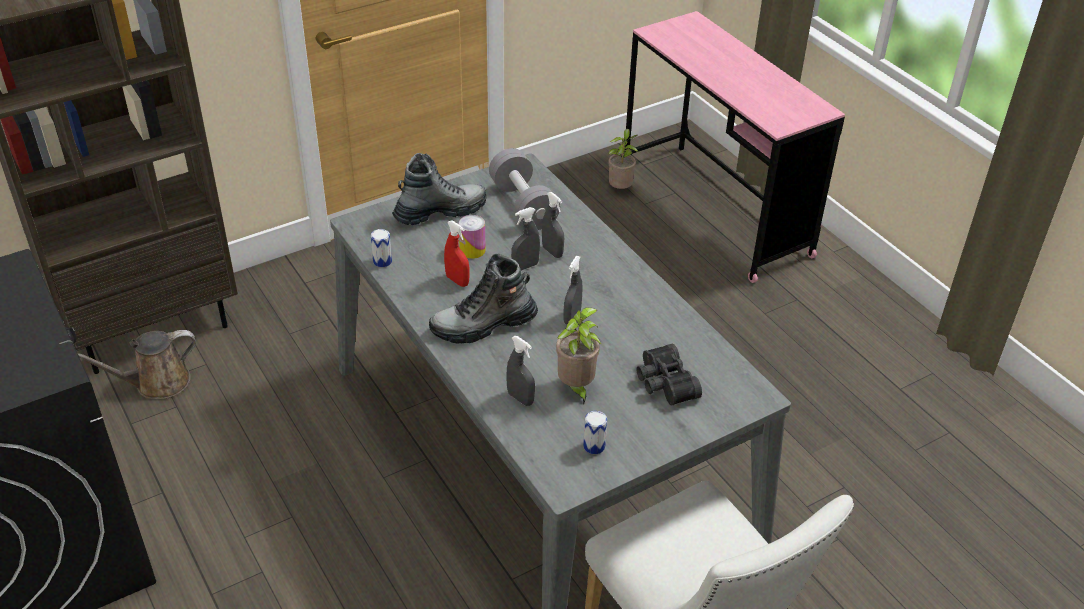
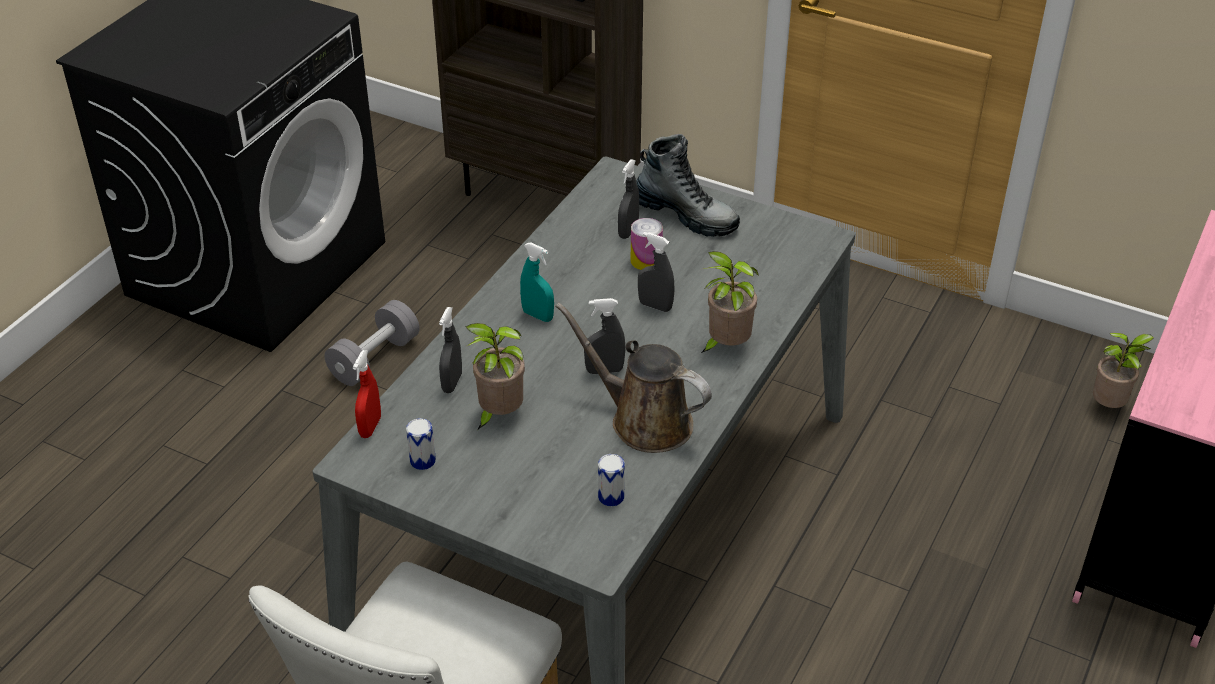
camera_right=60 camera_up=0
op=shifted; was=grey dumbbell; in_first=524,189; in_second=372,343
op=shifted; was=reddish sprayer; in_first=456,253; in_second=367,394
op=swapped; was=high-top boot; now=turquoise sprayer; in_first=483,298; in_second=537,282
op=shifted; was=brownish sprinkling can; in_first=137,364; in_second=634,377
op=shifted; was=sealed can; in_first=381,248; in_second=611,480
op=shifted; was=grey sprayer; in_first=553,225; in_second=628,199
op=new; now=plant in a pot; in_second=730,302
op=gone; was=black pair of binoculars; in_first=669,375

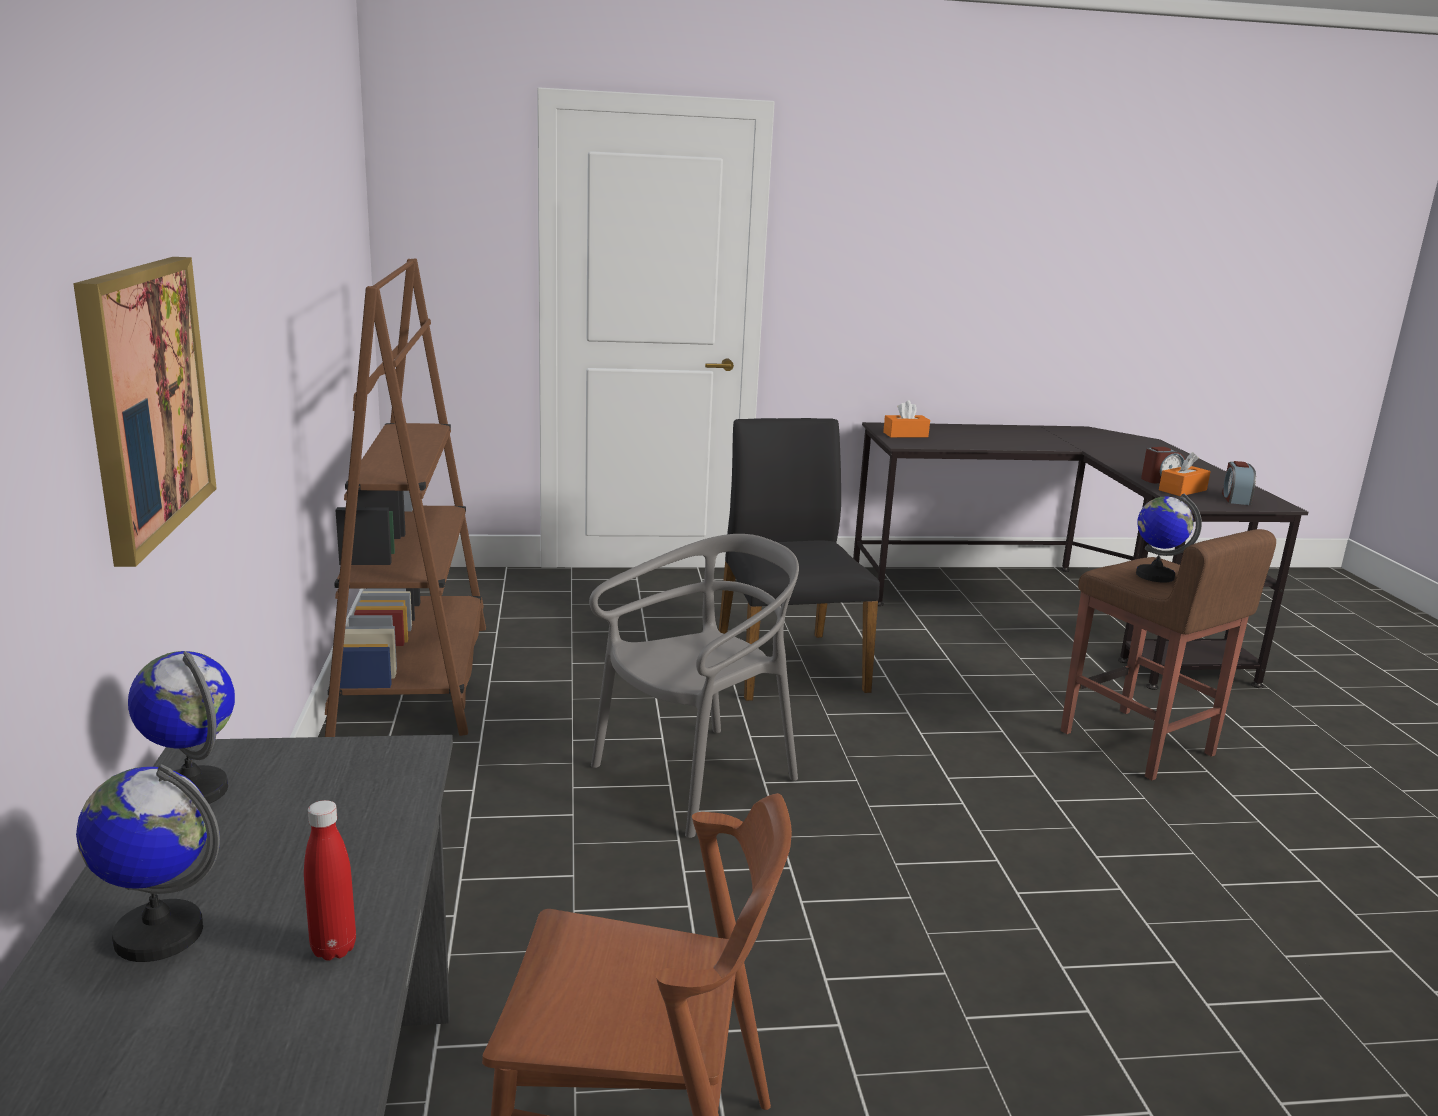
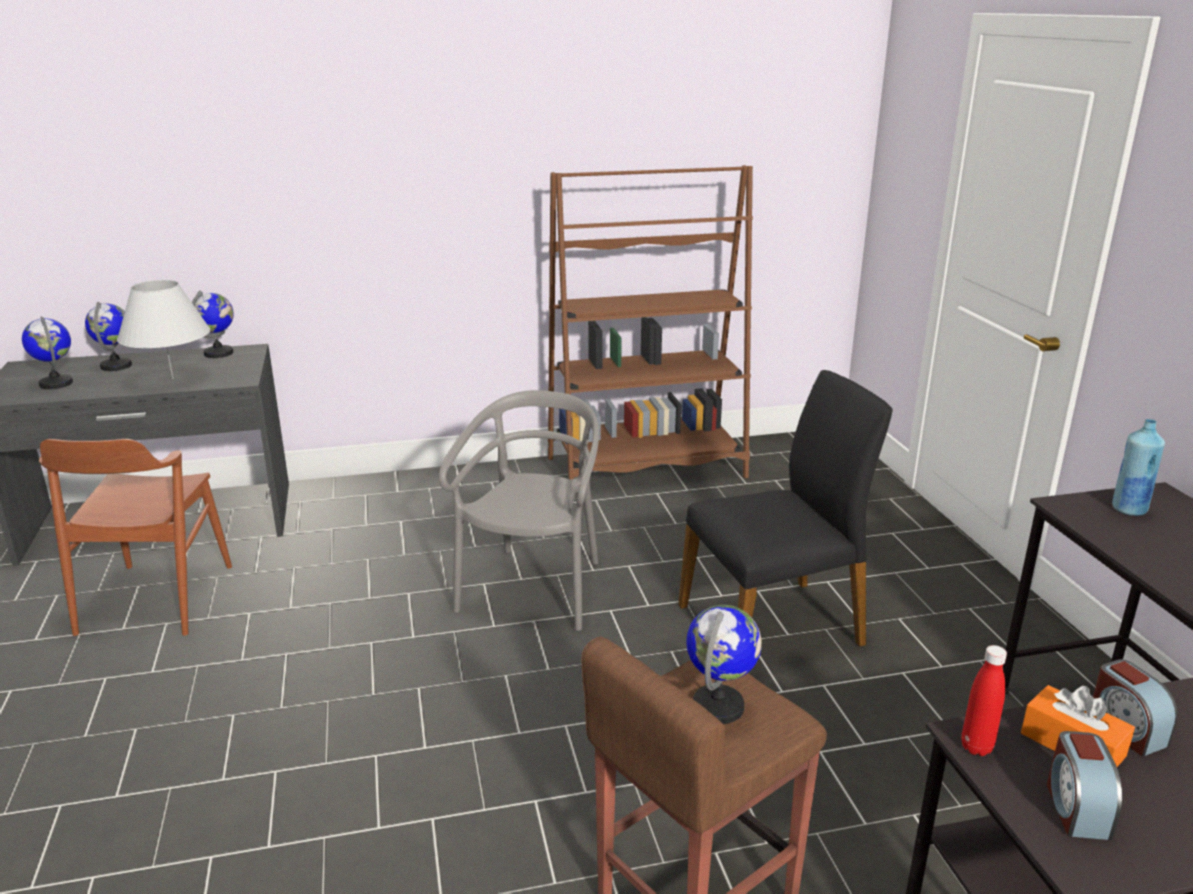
camera_right=85 camera_up=5
op=new; now=world globe; in_second=47,352
op=new; now=white-coloured lamp for a table; in_second=163,329
op=rotated; was=grey chair; in_first=694,686; in_second=519,510; clockwise=-120
op=shifted; was=reddish drink bottle; in_first=330,880; in_second=984,700
op=rotated; was=bedside clock; in_first=1239,483; in_second=1084,785; clockwise=-90
op=swapped; was=orange tissue holder; now=blue drink bottle; in_first=906,418; in_second=1138,467
op=gone; was=wall art; in_first=145,412

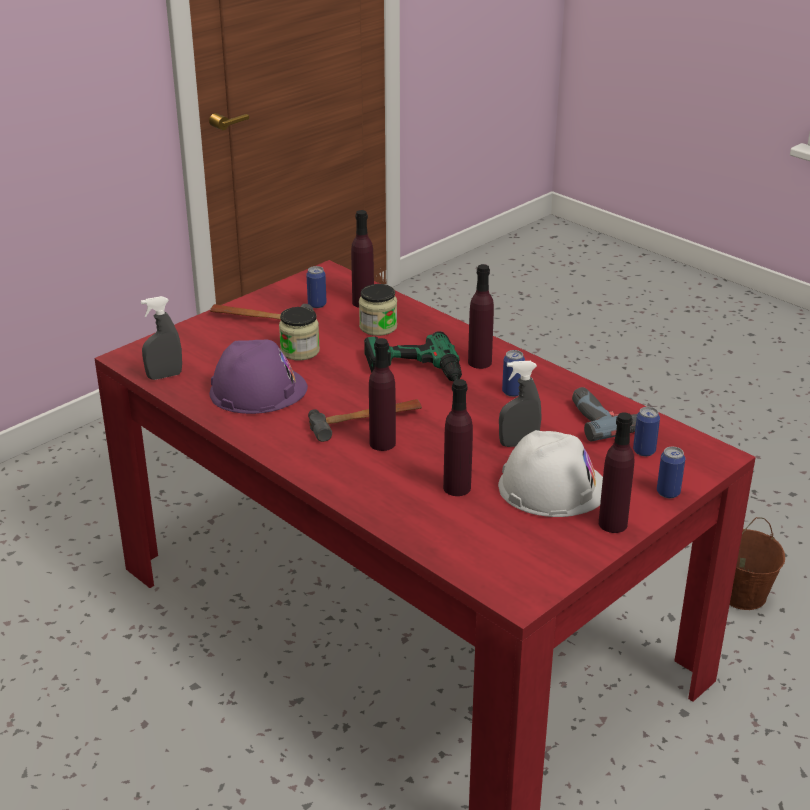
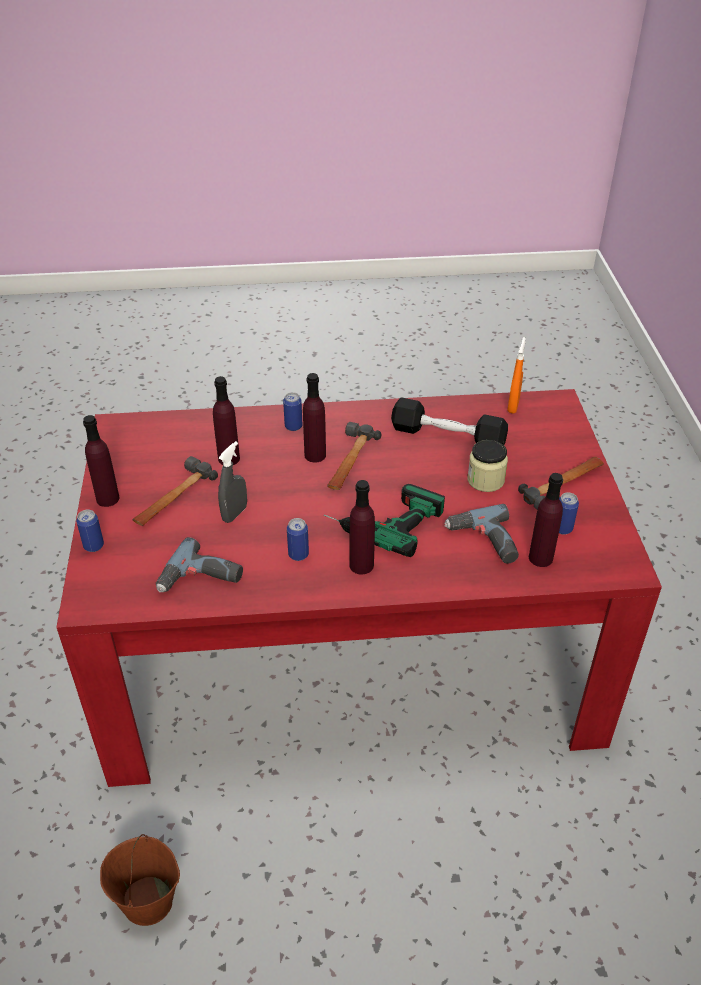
camera_right=130 camera_up=10
op=swapped; was=white-coloured safety helmet; now=hammer; in_first=550,473; in_second=175,491
op=shifted; was=sealed can; in_first=646,431; in_second=293,411
op=swapped; was=purple safety helmet; now=black dumbbell; in_first=259,376; in_second=449,421
op=swapped; was=preserve jar; now=power drill; in_first=378,310; in_second=481,534
op=repainted; was=grey sprayer; now=orange sprayer; in_first=161,338; in_second=516,375

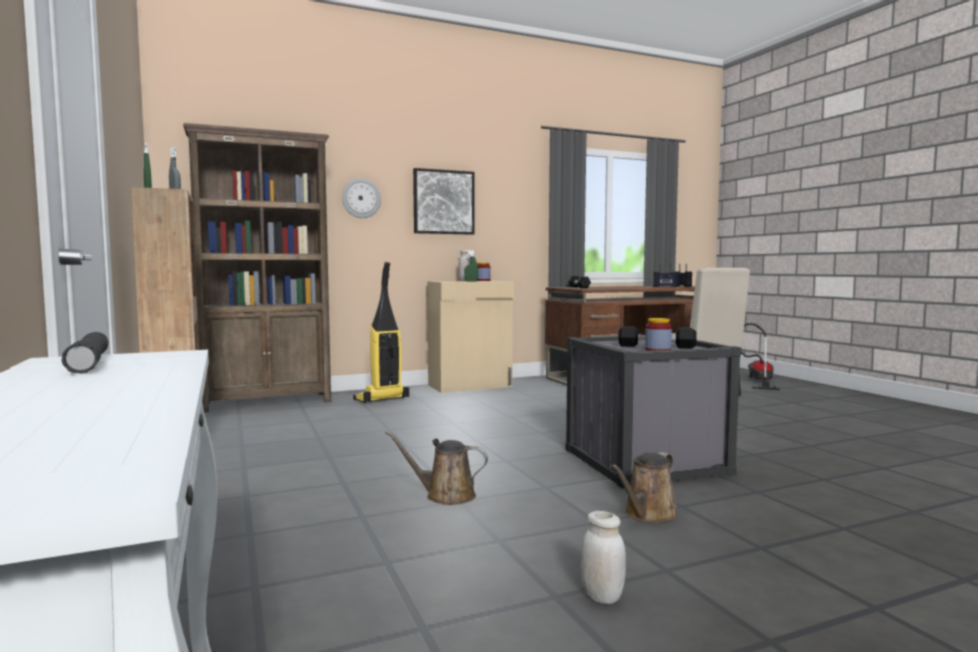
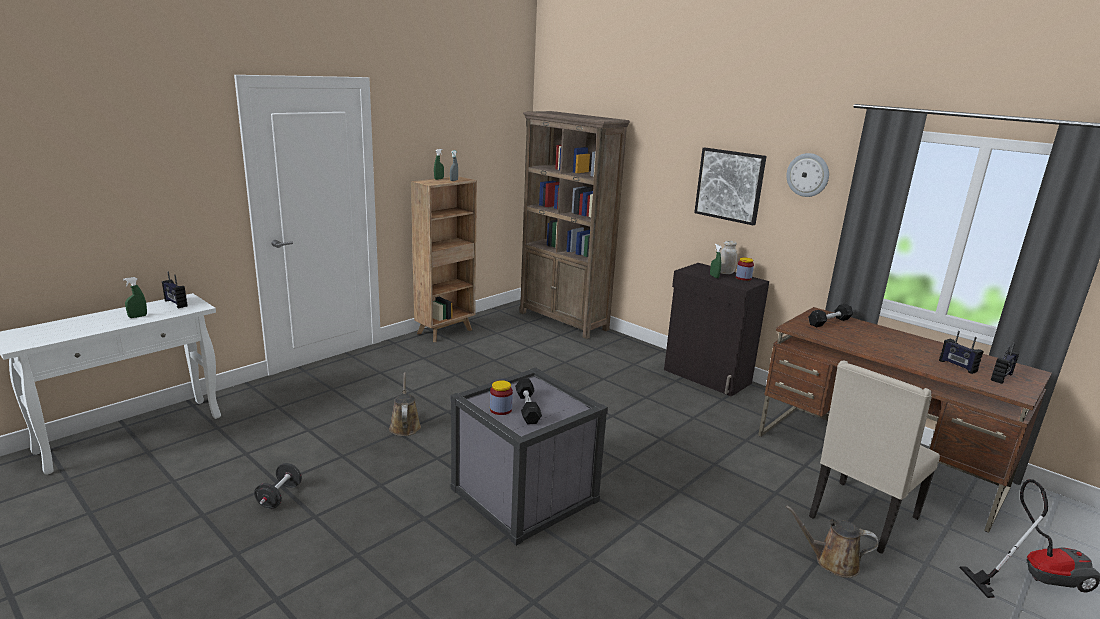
camera_right=65 camera_up=15
op=new; now=green-coloured sprayer; in_second=135,297
op=swapped; was=grey flashlight; now=radio; in_first=84,353; in_second=175,289
op=swapped; was=white-coloured preserve jar; now=black dumbbell; in_first=603,557; in_second=278,486
op=repainted; was=beige-coloured cupboard; now=black cupboard; in_first=470,337; in_second=716,329
op=shifted; was=clock on the wall; in_first=361,198; in_second=807,175
op=shifted; was=brownish sprinkling can; in_first=644,487; in_second=832,541
op=gone; was=vacuum cleaner; in_first=381,332

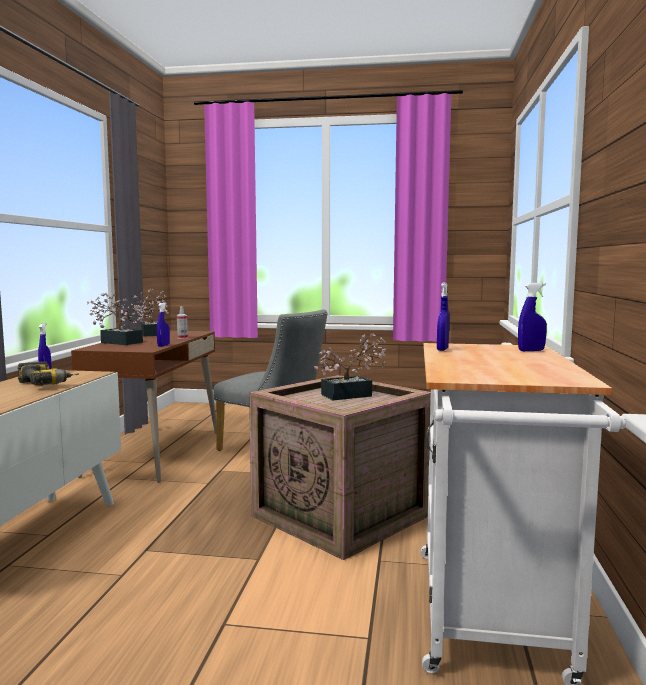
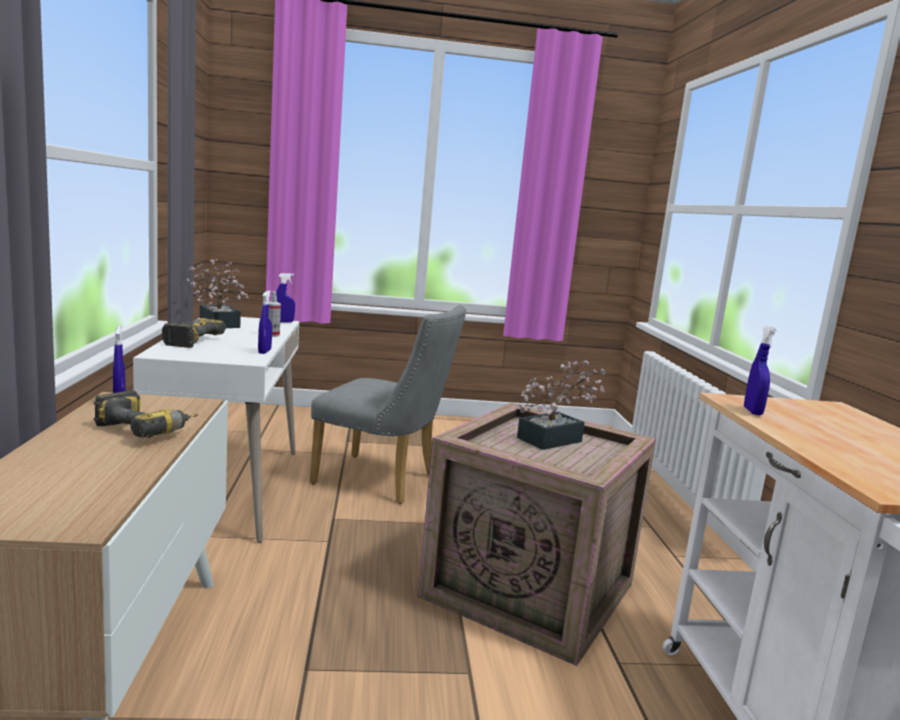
camera_right=-15 camera_up=5
op=repainted; was=brownish desk table; now=white-coloured desk table; in_first=143,407; in_second=216,430
op=swapped; was=plant in a pot; now=power drill; in_first=118,319; in_second=194,333
op=shifted; was=blue sprayer; in_first=532,316; in_second=285,298

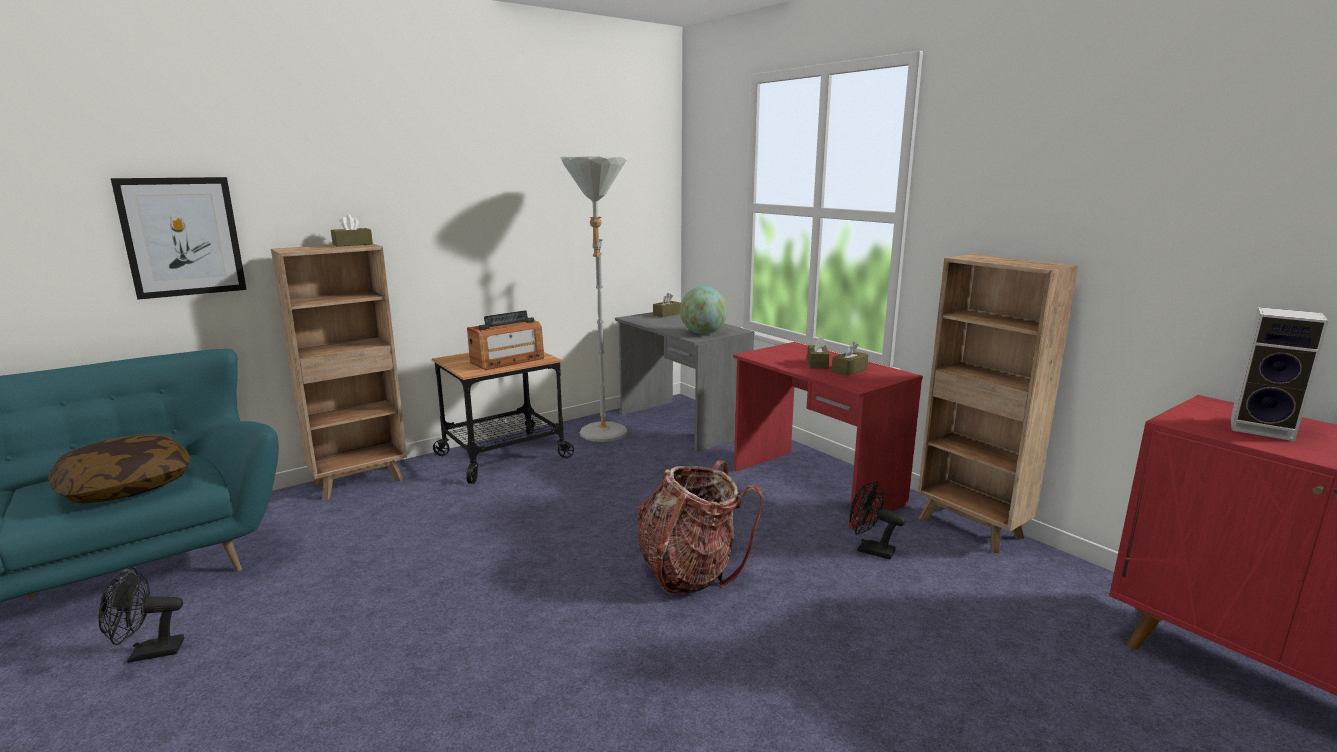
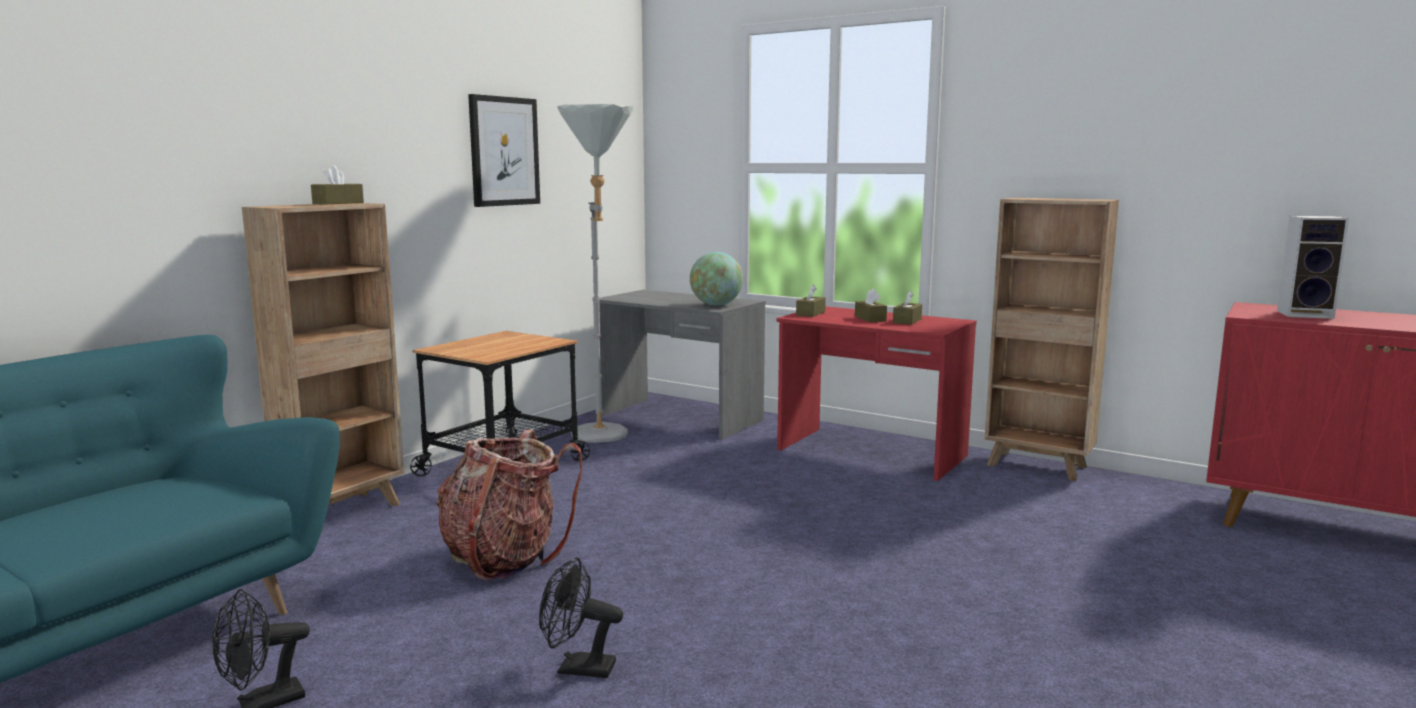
camera_right=-20 camera_up=-5
op=shifted; was=rucksack; in_first=699,528; in_second=509,505
op=shifted; was=wall art; in_first=179,238; in_second=504,150
op=shifted; was=black electric fan; in_first=877,519; in_second=581,617
op=shifted; was=brownish tissue holder; in_first=667,305; in_second=811,301
op=gone; was=throw pillow; in_first=119,468
op=gone; was=radio; in_first=505,340

